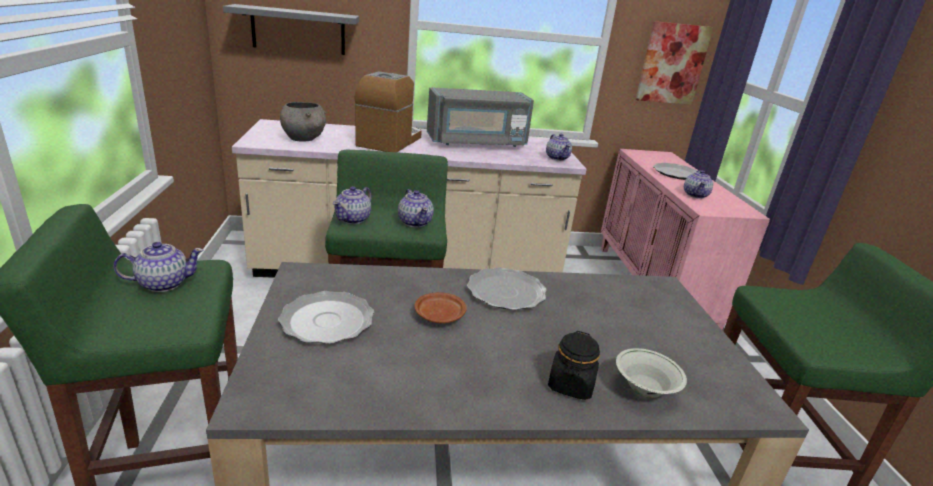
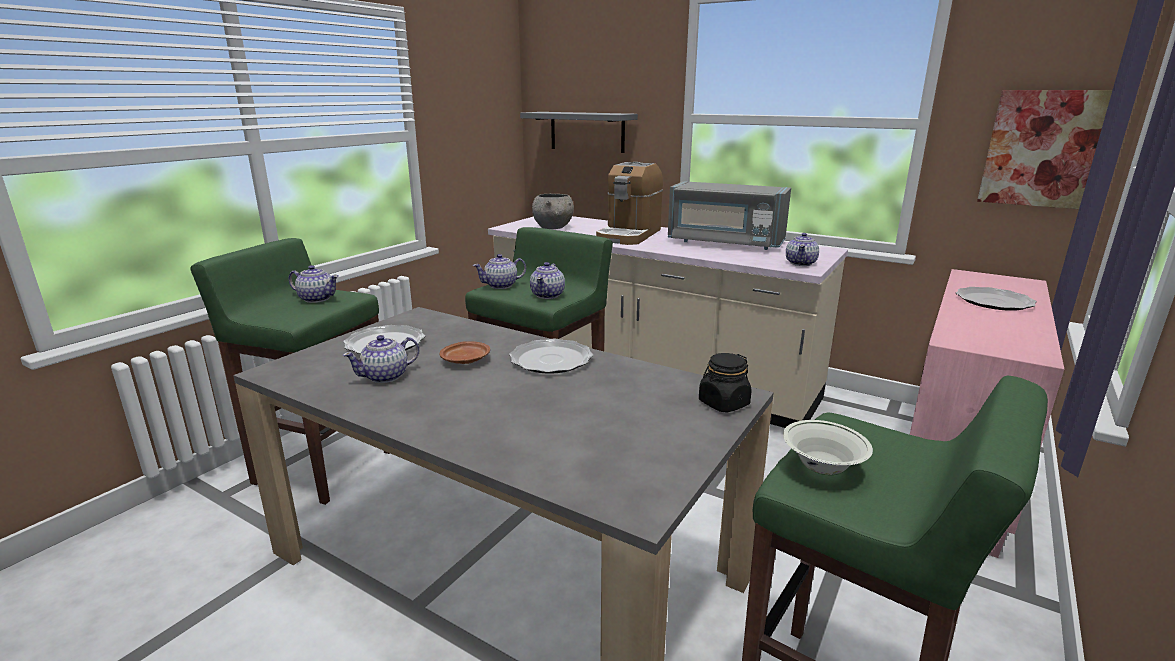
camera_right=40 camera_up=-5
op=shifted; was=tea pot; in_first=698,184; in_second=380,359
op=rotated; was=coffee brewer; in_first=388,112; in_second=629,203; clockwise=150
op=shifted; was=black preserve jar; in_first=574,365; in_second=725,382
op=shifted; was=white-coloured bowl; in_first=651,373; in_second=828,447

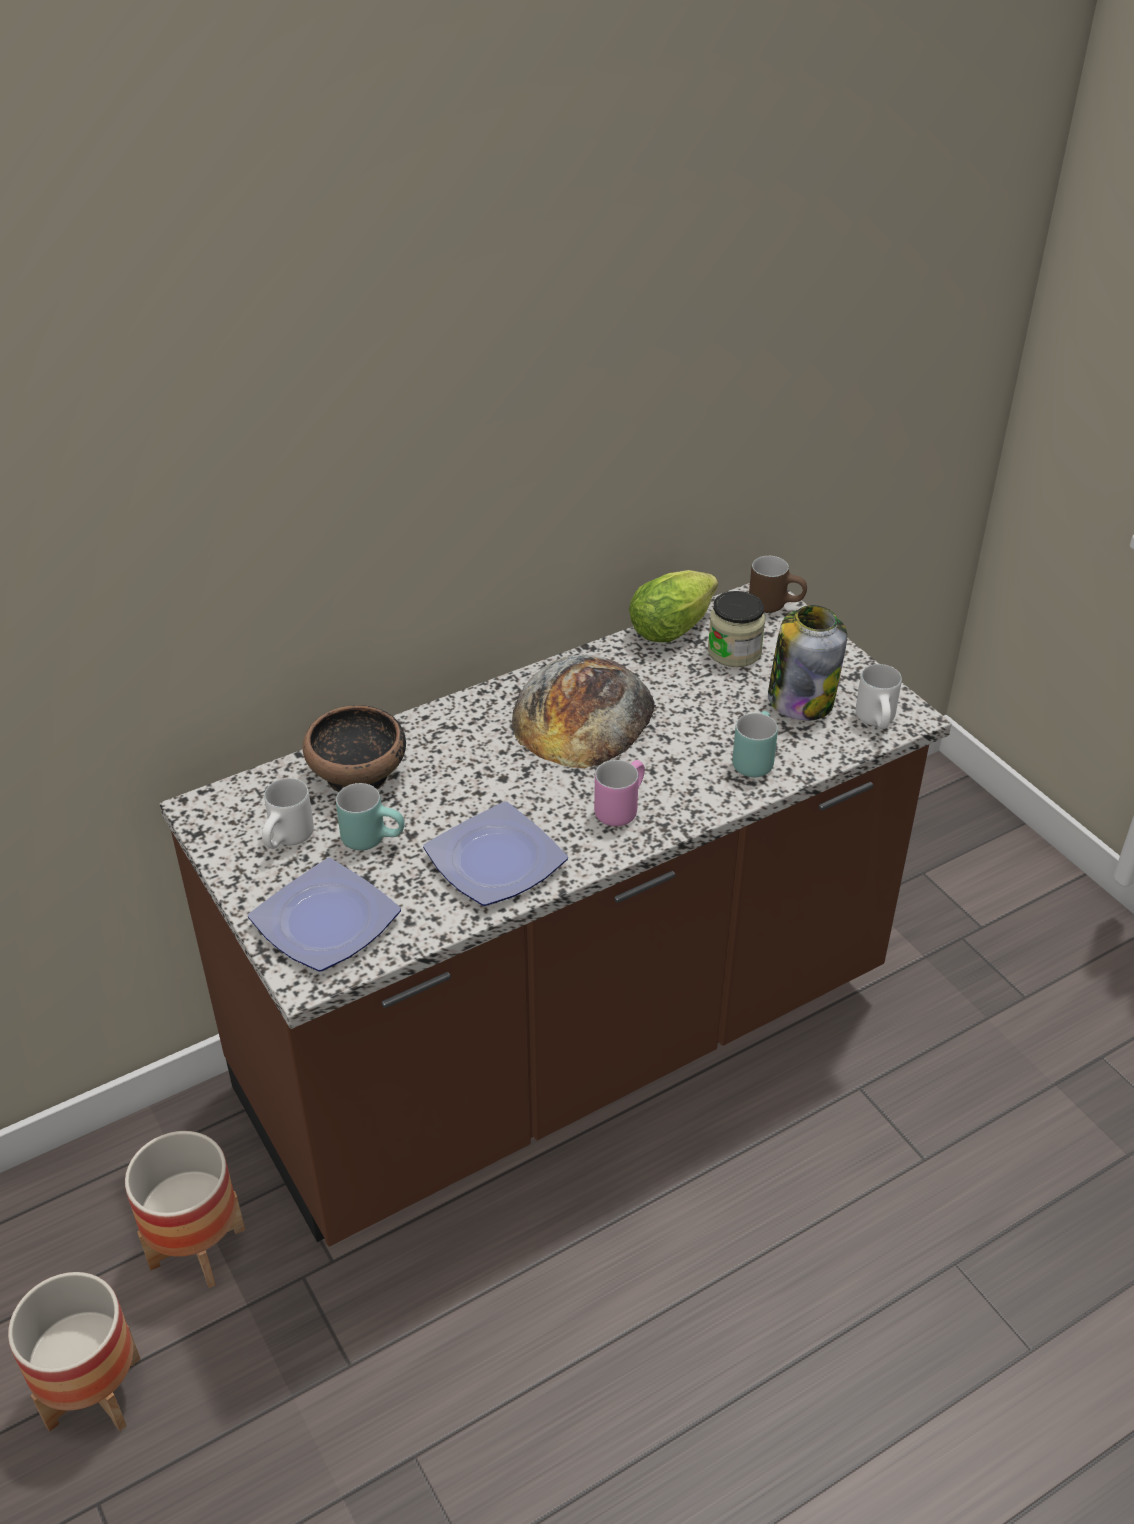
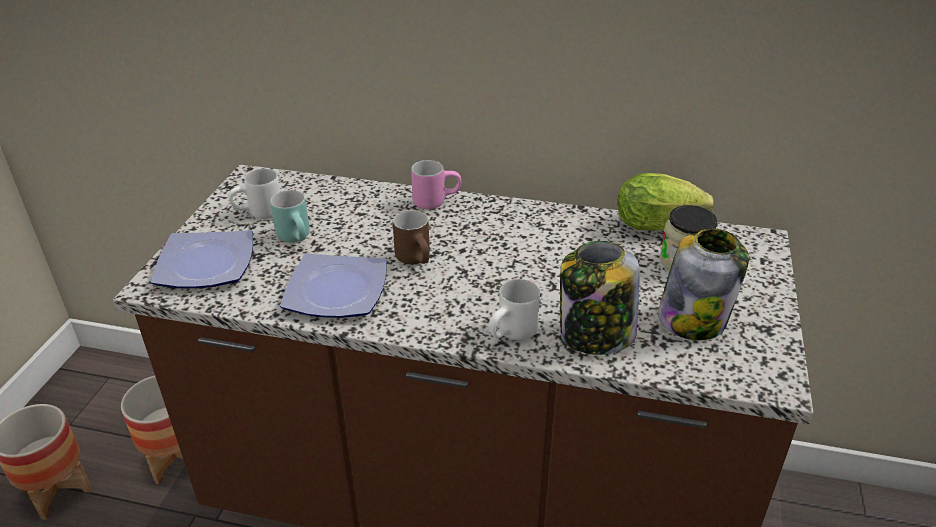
camera_right=45 camera_up=-5
op=shifted; was=brownish coffee mug; in_first=778,584; in_second=411,237
op=shifted; was=pinkish coffee mug; in_first=619,793; in_second=436,184
op=shifted; was=white-coloured coffee mug; in_first=878,696; in_second=514,309
op=swapped; was=turquoise coffee mug; now=preserve jar; in_first=755,744; in_second=600,298
op=gone; was=bowl; in_first=354,748
op=gone; was=bakery bread; in_first=584,712

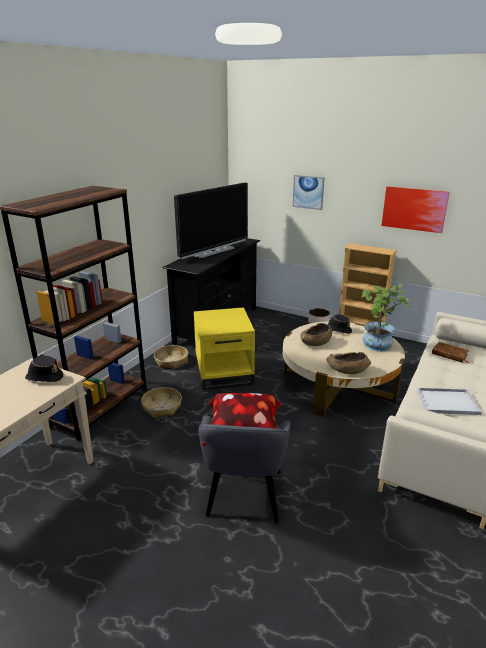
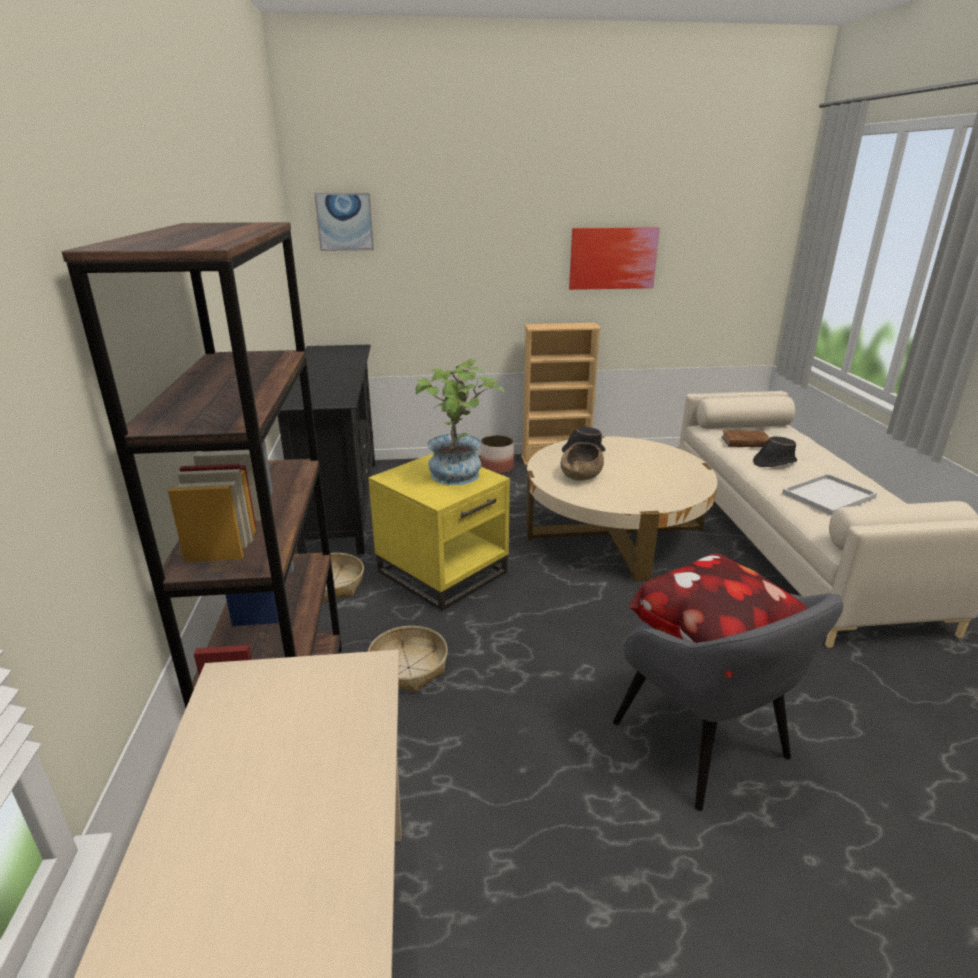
camera_right=-35 camera_up=0
op=shifted; was=wall art; in_first=309,192; in_second=344,222
op=shifted; was=plant in a pot; in_first=386,318; in_second=461,421
op=shifted; was=black wearable hat; in_first=44,369; in_second=775,451
op=gone; was=TV; in_first=211,221
op=gone; was=brownish bowl; in_first=348,363

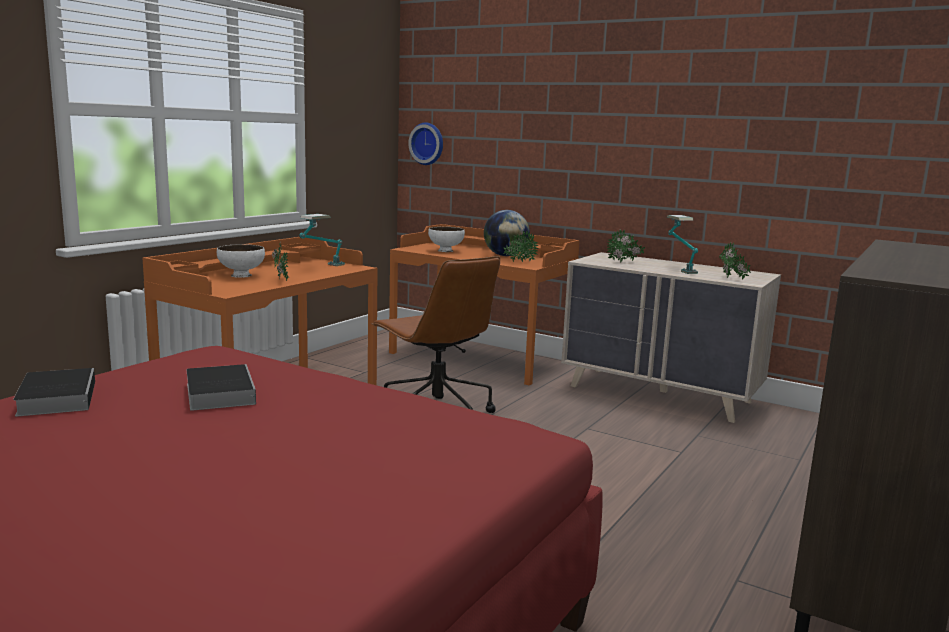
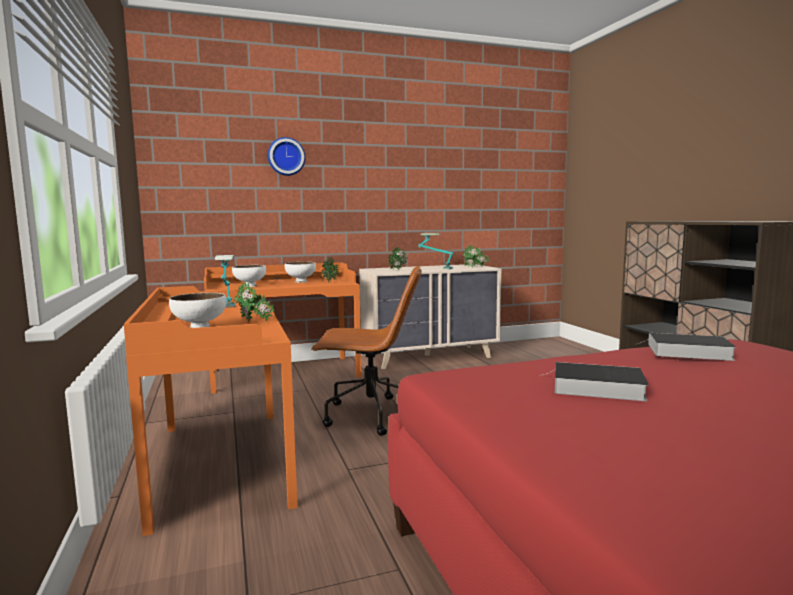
camera_right=-50 camera_up=-5
op=shifted; was=clock on the wall; in_first=425,144; in_second=287,156
op=swapped; was=world globe; now=white-coloured bowl; in_first=507,233; in_second=300,272
op=shifted; was=book; in_first=54,392; in_second=686,347

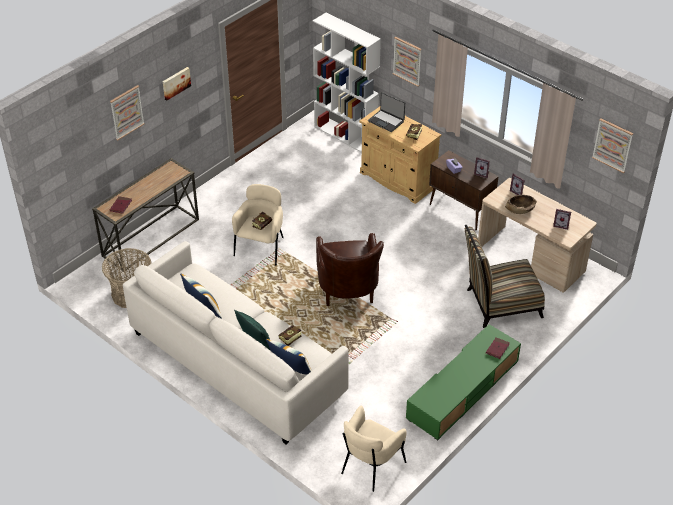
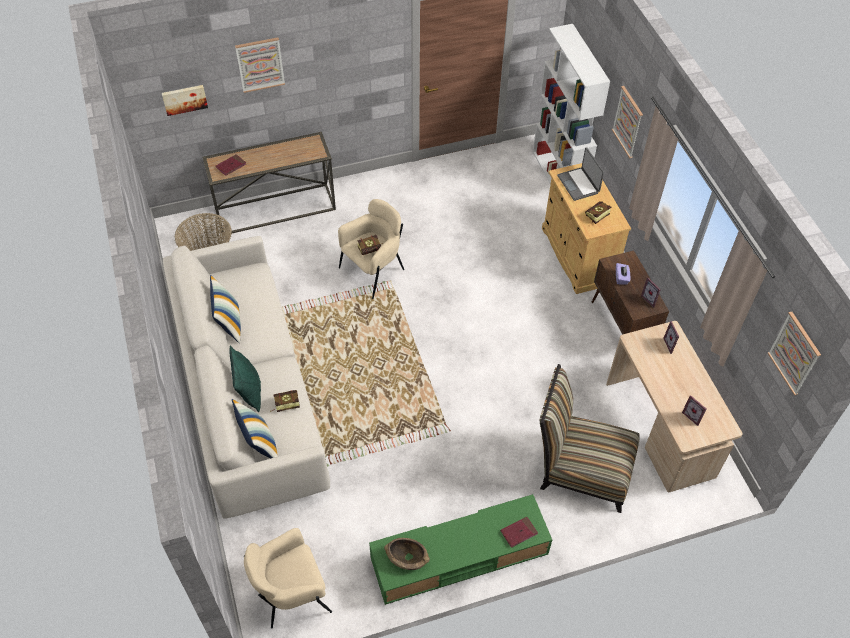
camera_right=30 camera_up=10
op=shifted; was=wall art; in_first=177,83; in_second=185,100
op=shifted; was=brownish bowl; in_first=521,204; in_second=407,554
op=gone; was=brownish lounge chair; in_first=350,269

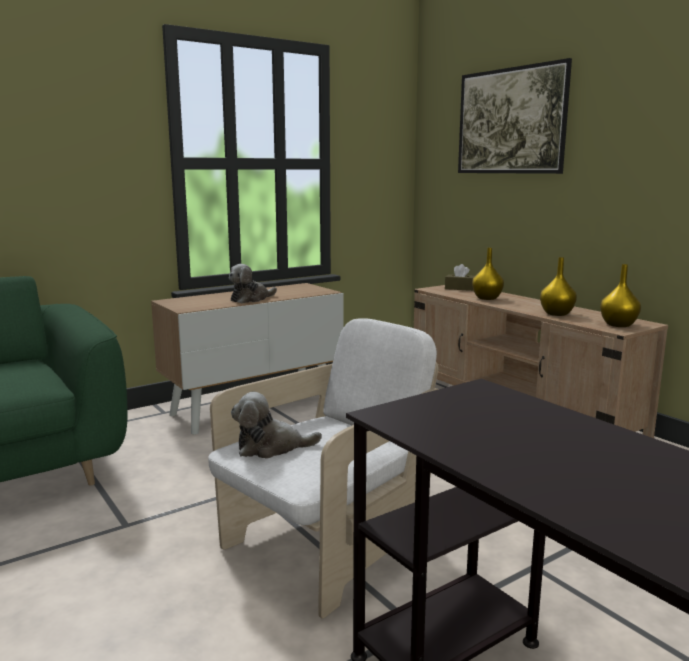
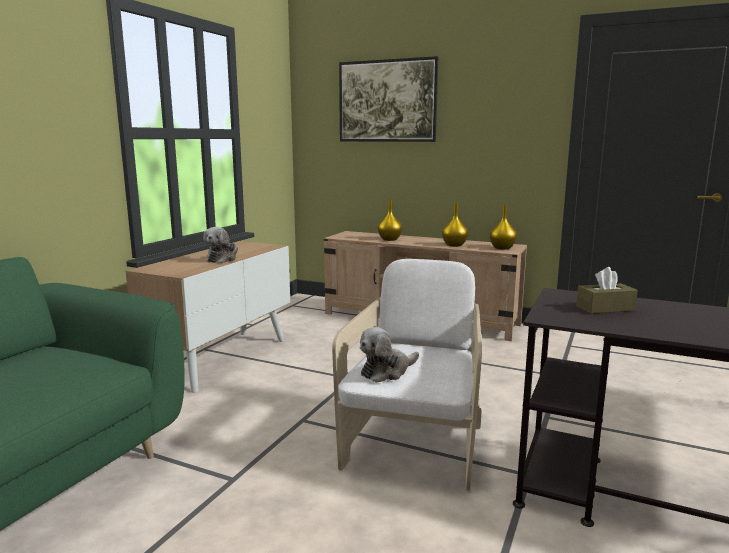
camera_right=-30 camera_up=0
op=shifted; was=brownish tissue holder; in_first=460,277; in_second=607,290

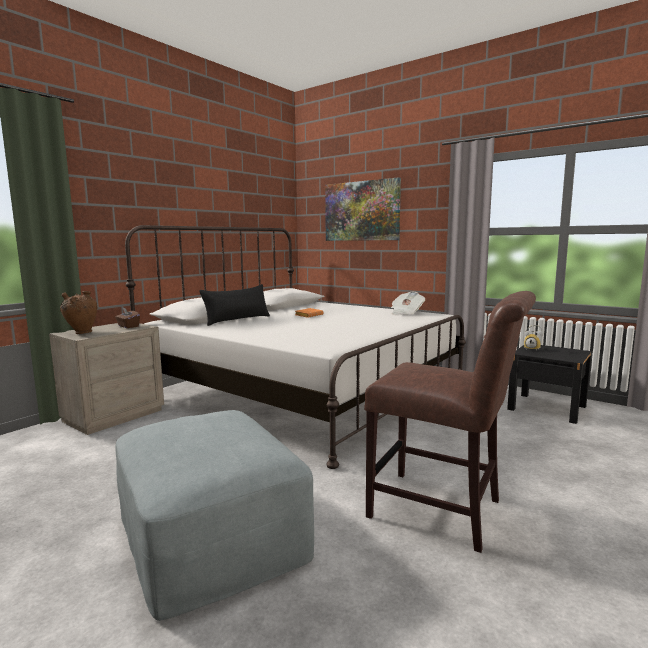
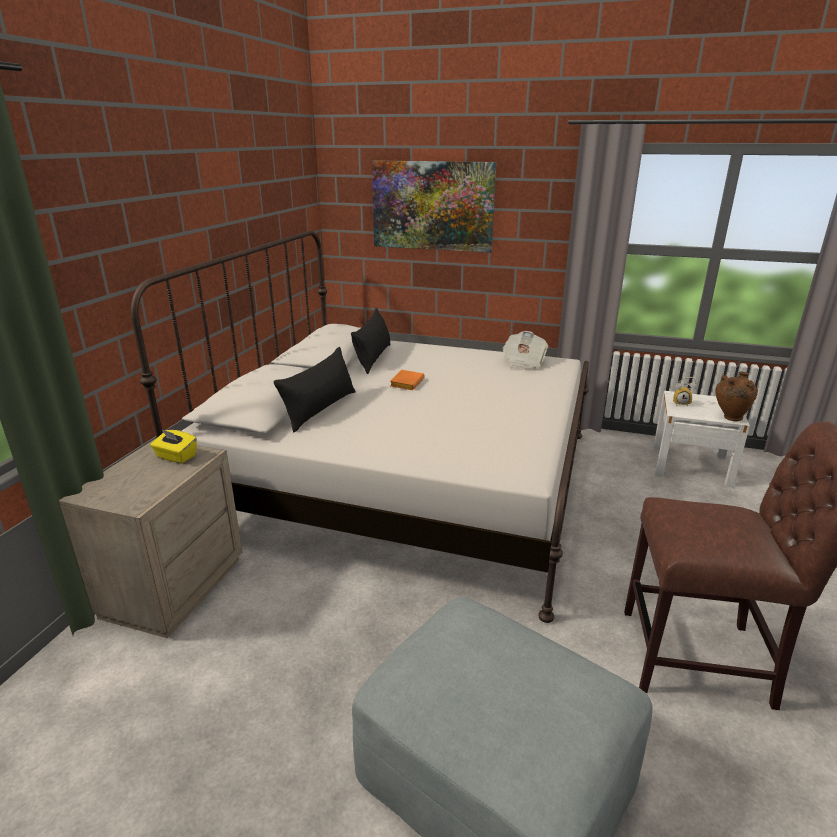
camera_right=-20 camera_up=15
op=repainted; was=brownish tissue holder; now=yellow tissue holder; in_first=127,317; in_second=173,447
op=new; now=black throw pillow; in_second=370,341
op=repainted; was=black bedside table; now=white-coloured bedside table; in_first=549,384; in_second=701,439
op=shifted; was=brownish decorative vase; in_first=78,312; in_second=736,396

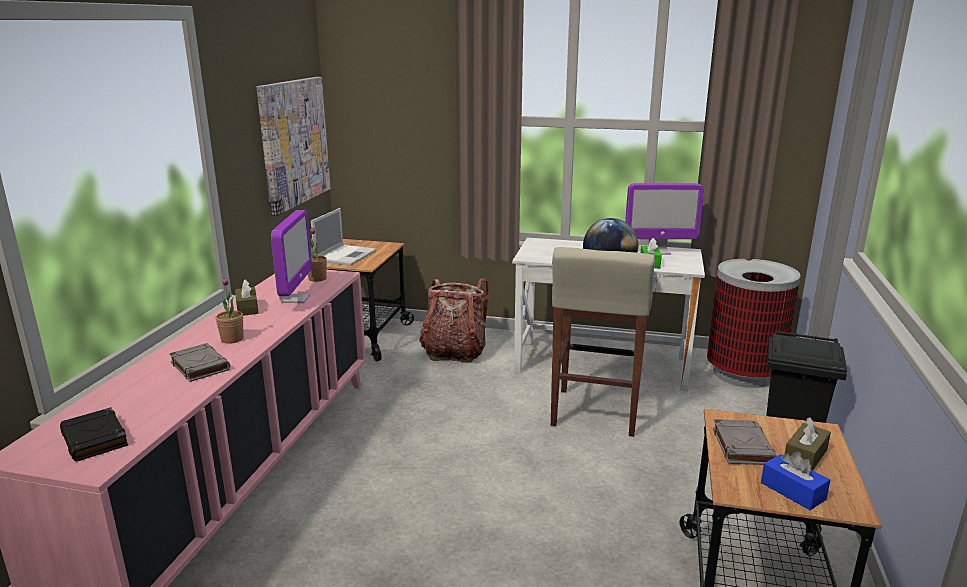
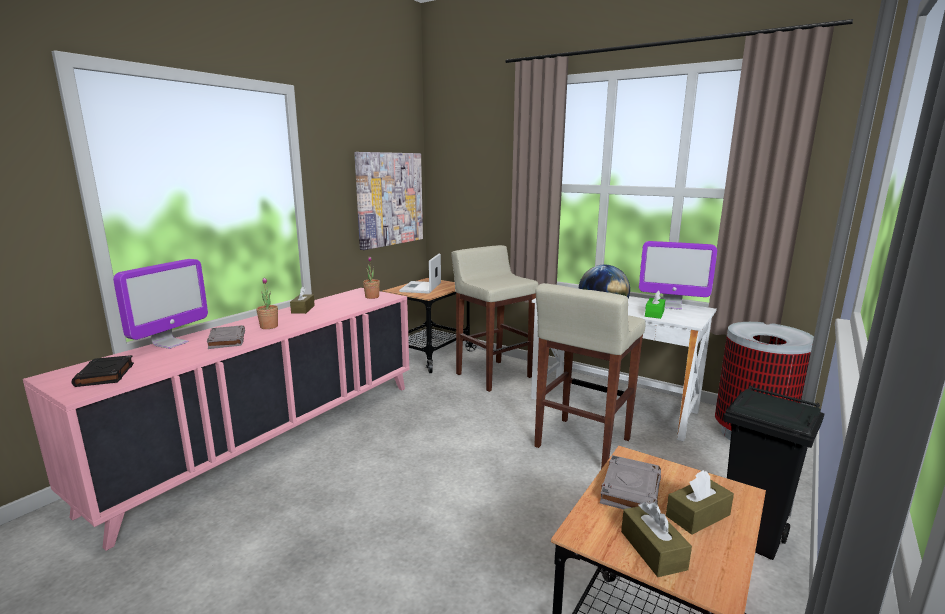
camera_right=20 camera_up=-5
op=shifted; was=computer display; in_first=291,256; in_second=160,304
op=rotated; was=portable computer; in_first=344,237; in_second=420,274; clockwise=150
op=swapped; was=rucksack; now=beige-coloured stool; in_first=454,320; in_second=494,318
op=repainted; was=blue tissue holder; now=brownish tissue holder; in_first=796,481; in_second=656,539

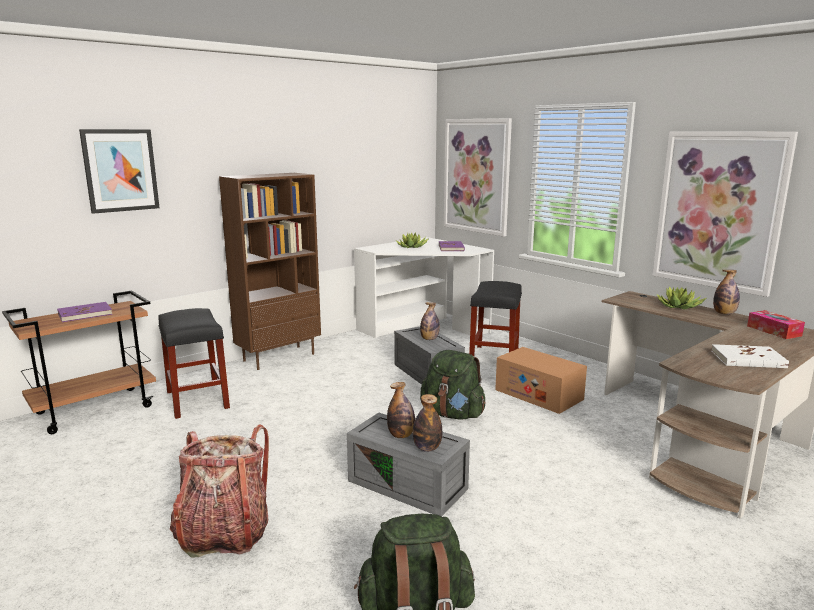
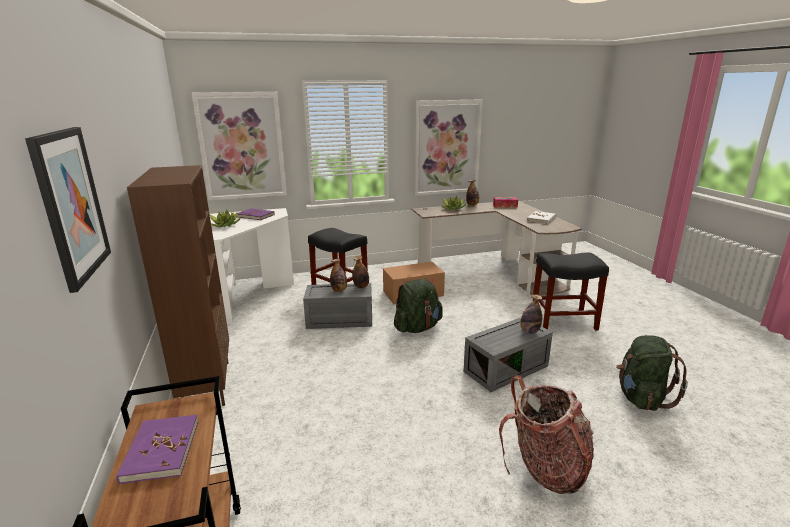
camera_right=-65 camera_up=5
op=shifted; was=drink bottle; in_first=401,410; in_second=361,272
op=shifted; was=black stool; in_first=194,363; in_second=570,292

